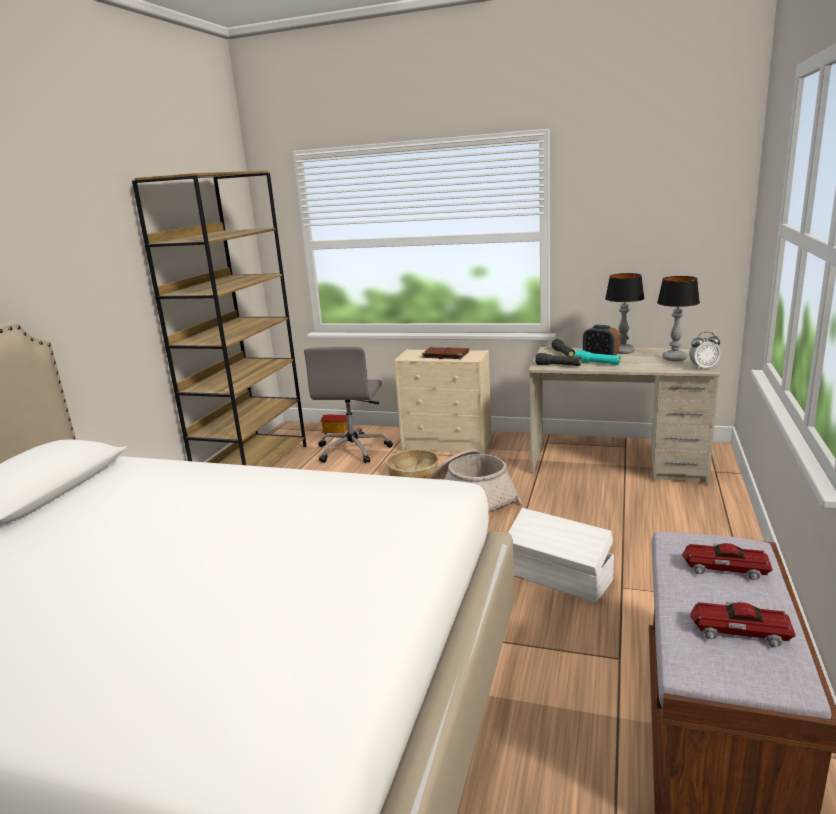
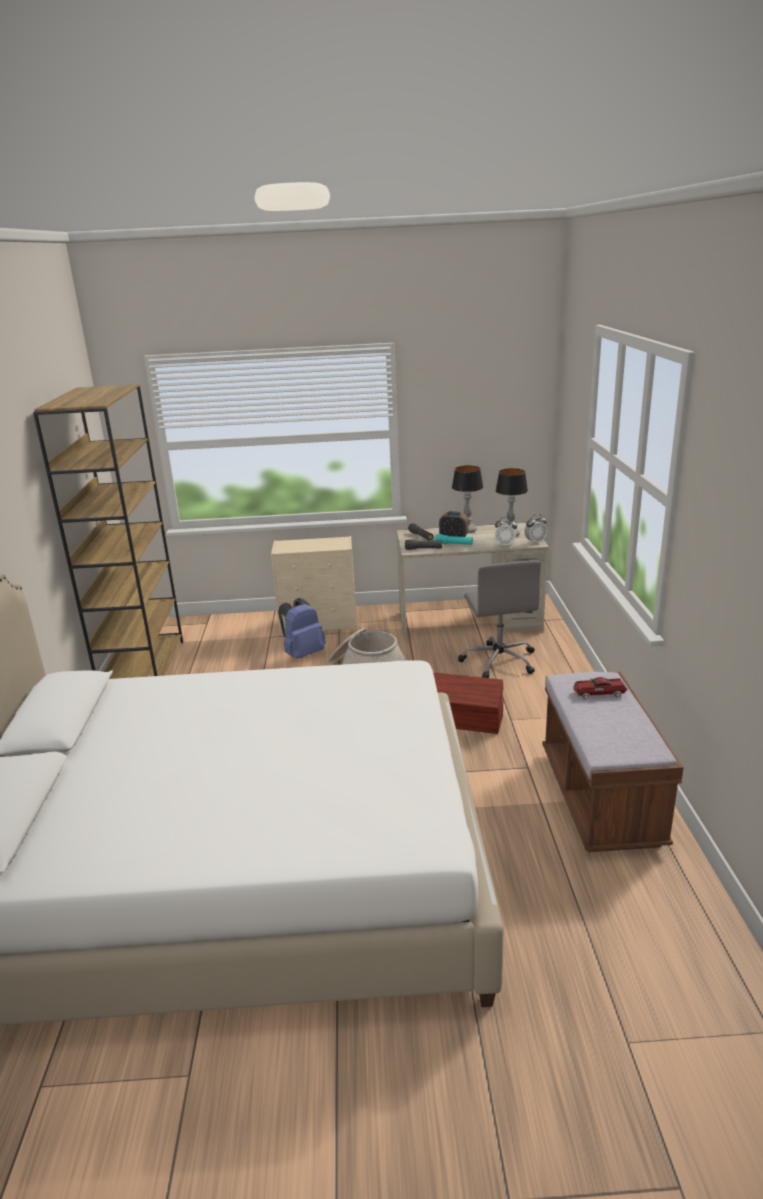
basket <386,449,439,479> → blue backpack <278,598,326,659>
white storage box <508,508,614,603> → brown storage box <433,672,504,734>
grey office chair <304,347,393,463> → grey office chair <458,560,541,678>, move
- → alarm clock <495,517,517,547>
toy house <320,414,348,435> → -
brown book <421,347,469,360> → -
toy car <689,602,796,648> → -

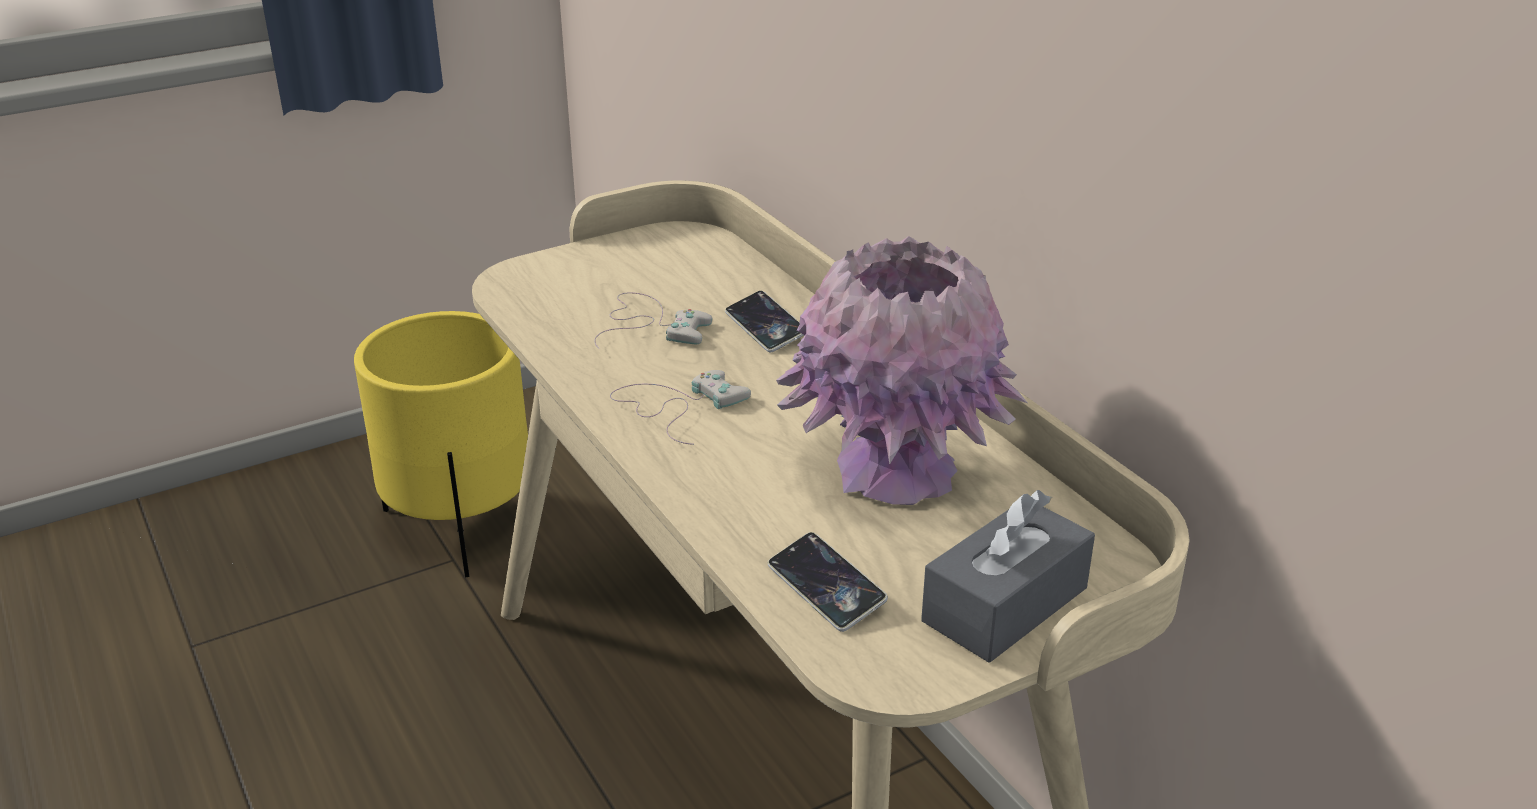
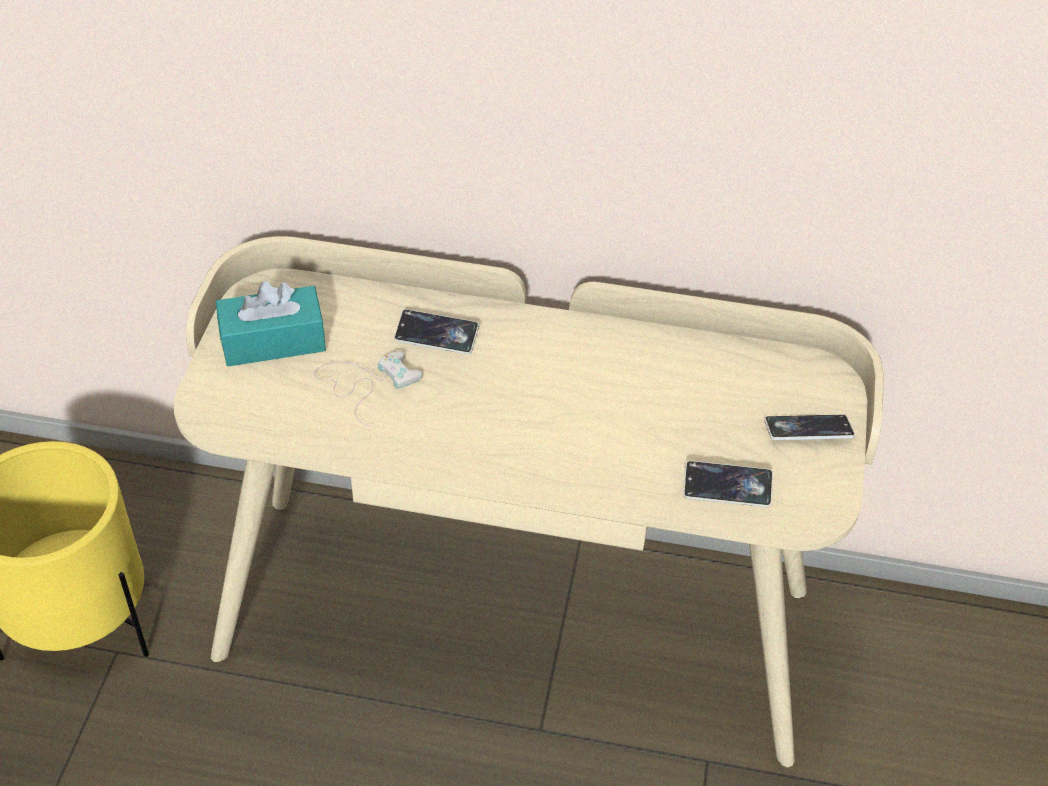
- → turquoise tissue box <216,281,326,367>
grey tissue box <921,490,1095,663> → phone <764,414,855,440>
white game controller <610,370,751,445> → -
pink vase <776,236,1028,505> → -

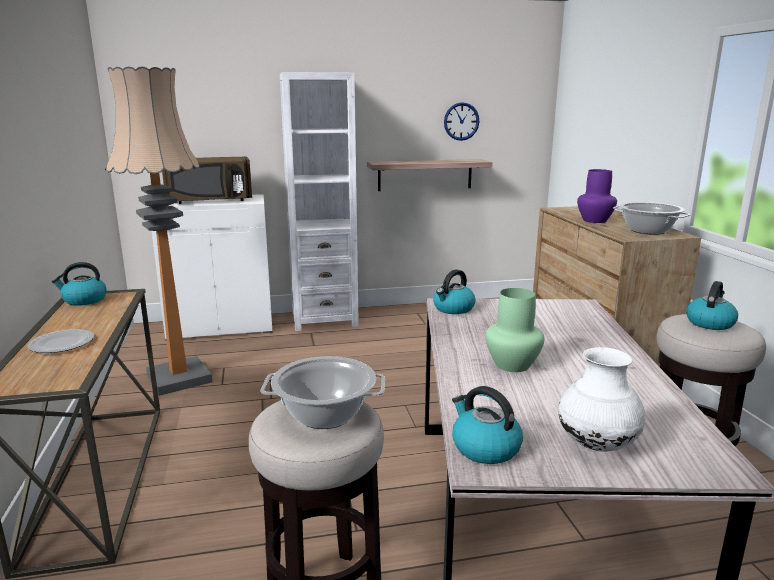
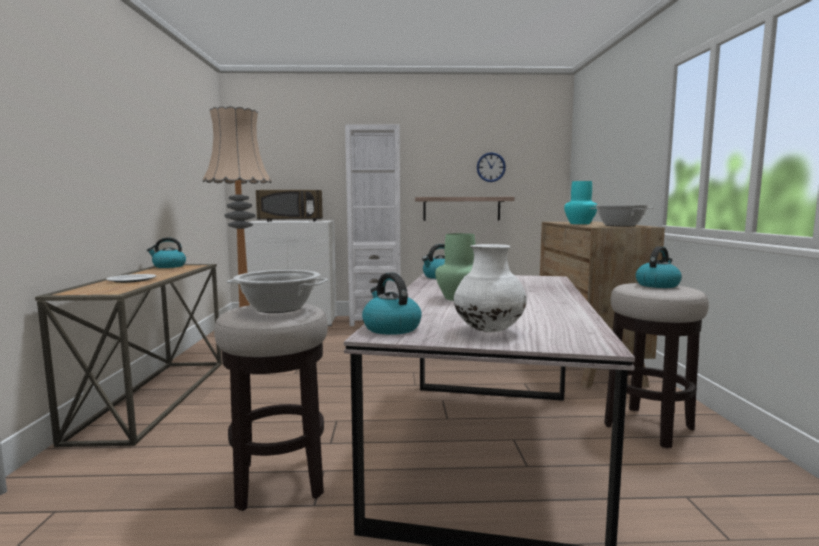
purple vase <577,169,617,223> → turquoise vase <564,181,597,224>

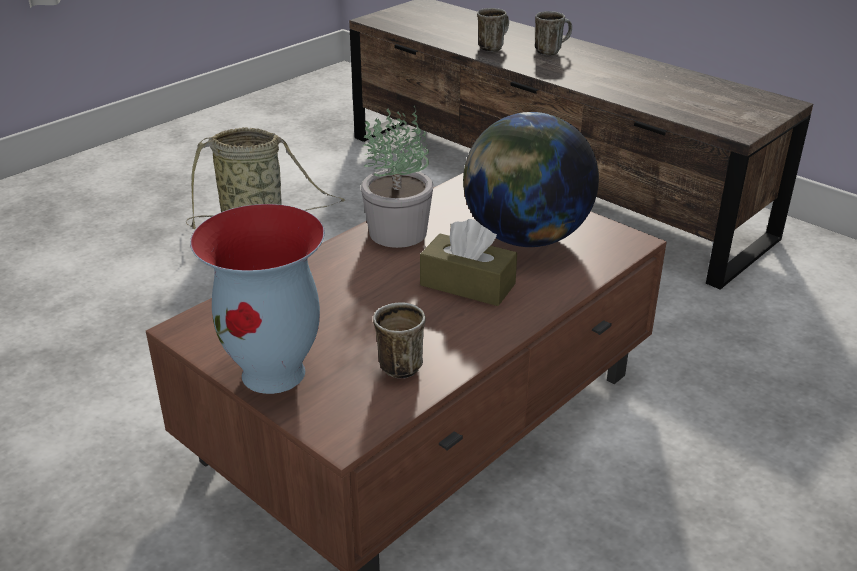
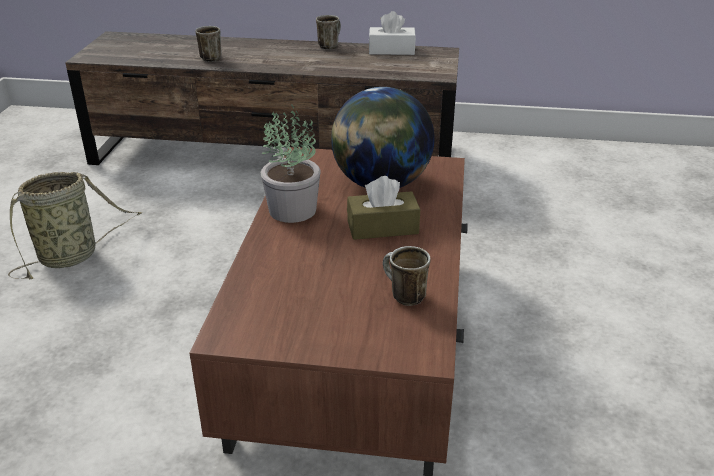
mug <535,11,572,56> → mug <316,15,341,49>, move
- → white tissue box <369,11,416,55>
vase <190,204,325,394> → -

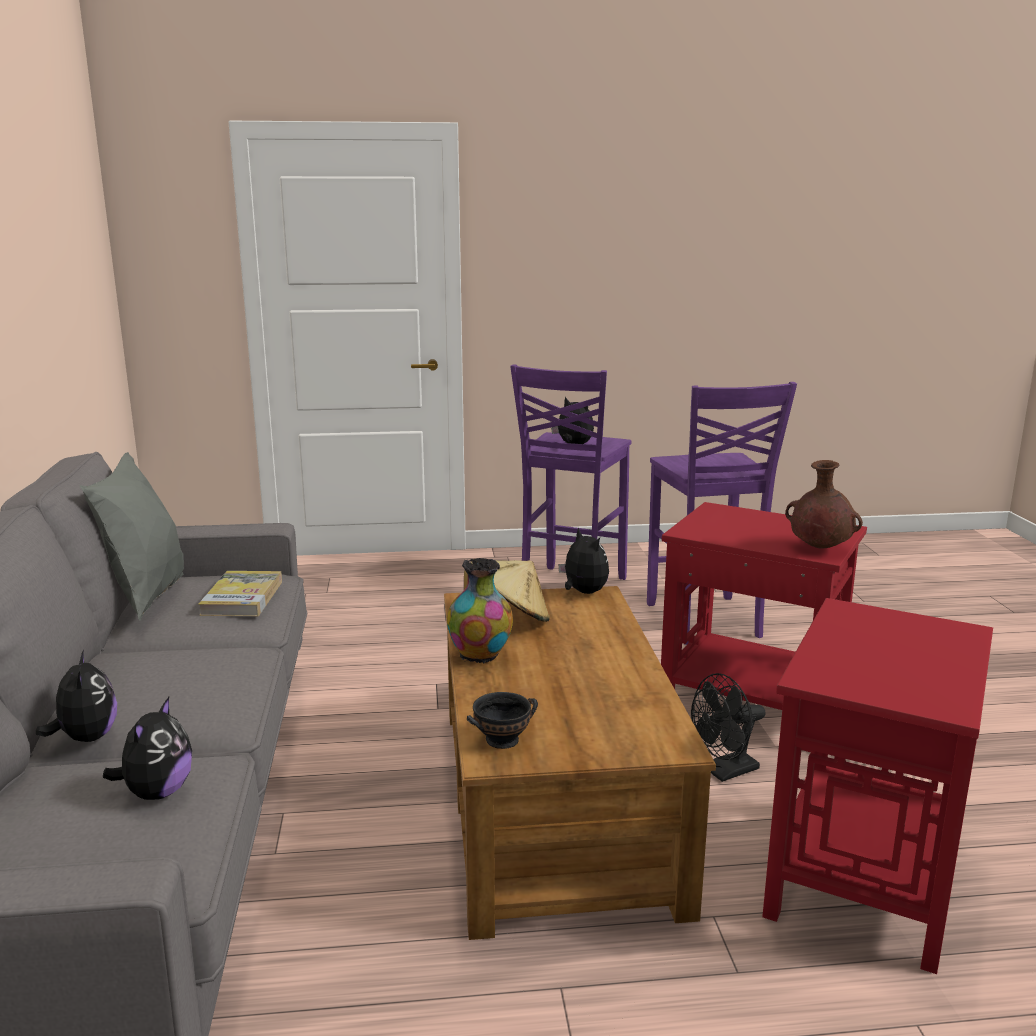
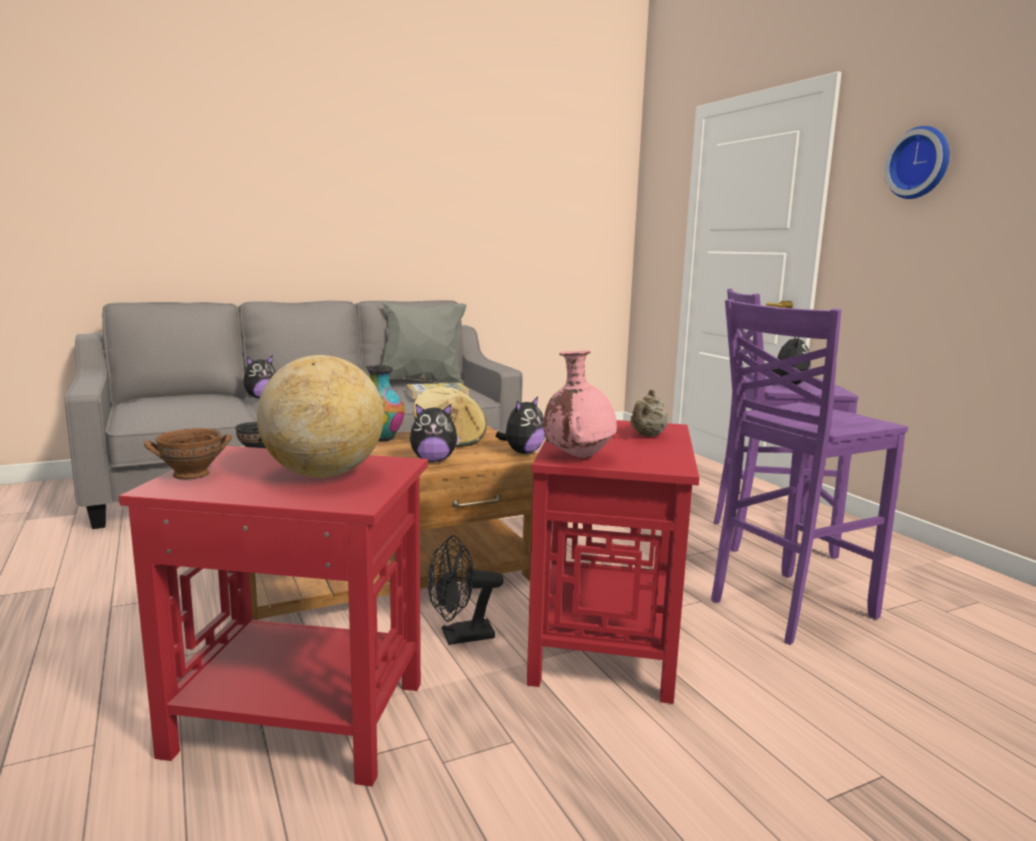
- → brown bowl <144,428,232,479>
- → globe <257,355,384,478>
plush toy <103,697,192,800> → plush toy <410,404,461,462>, move
black fan <691,673,766,782> → black fan <428,535,504,645>, 60 degrees counterclockwise
brown vase <785,460,863,548> → pink vase <544,351,617,458>
- → beige teapot <630,389,668,437>
- → wall clock <884,126,950,199>

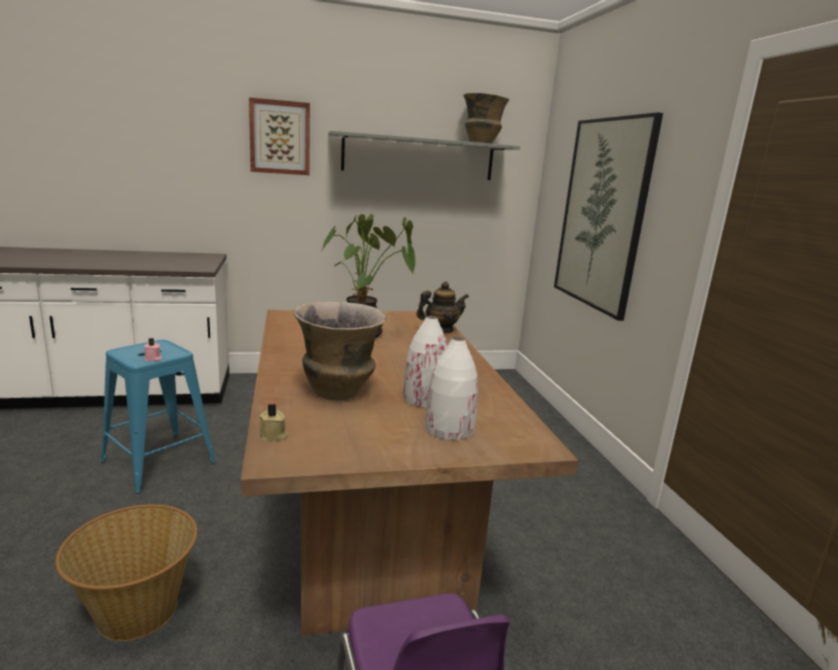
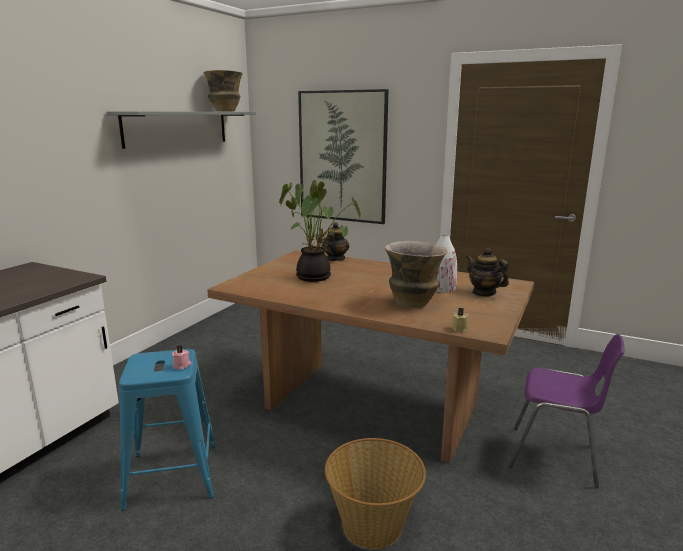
white vase <425,337,478,440> → teapot <466,248,509,296>
picture <249,97,310,175> → -

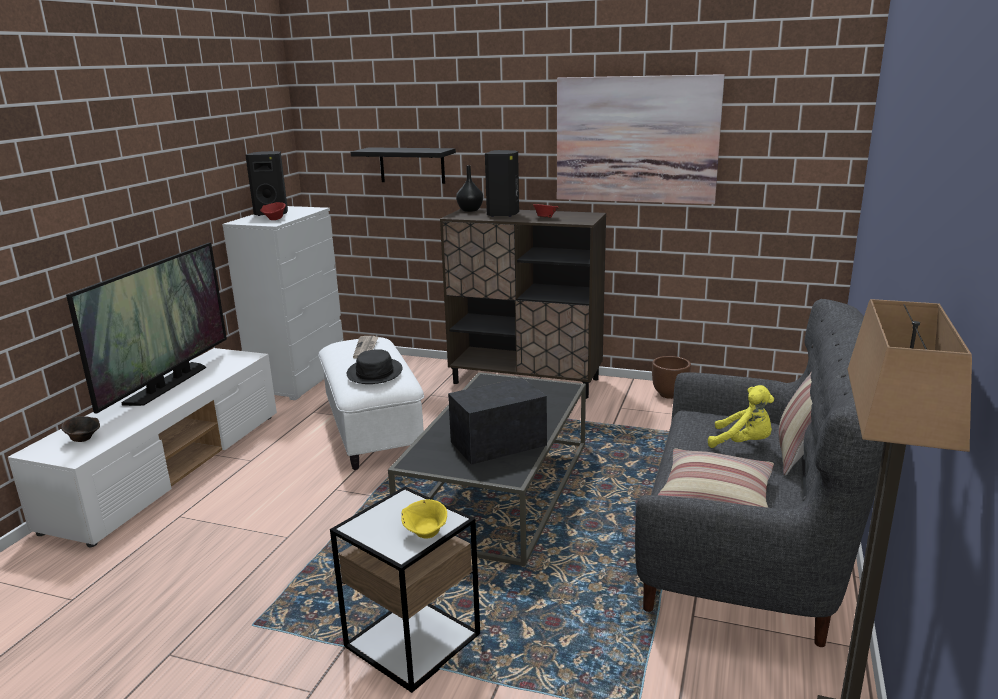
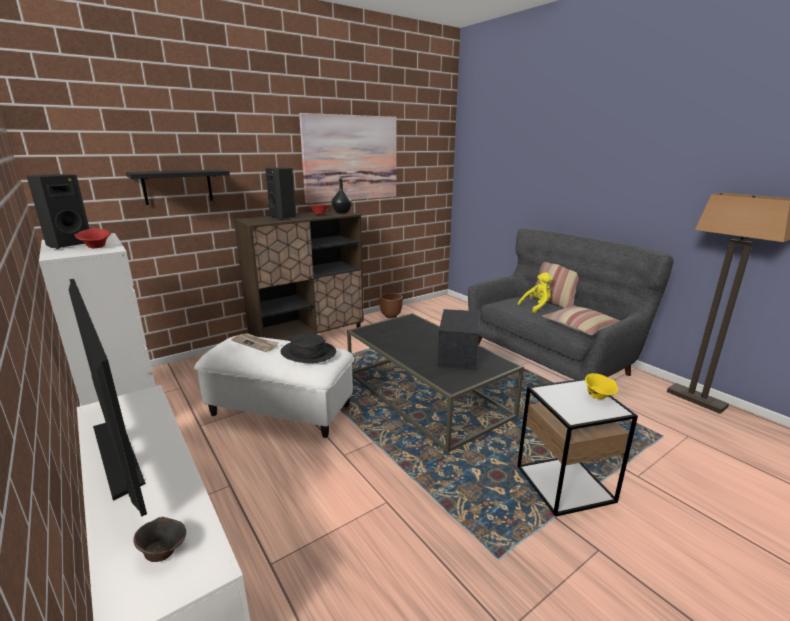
black vase <456,165,483,212> → black vase <332,178,352,213>, move

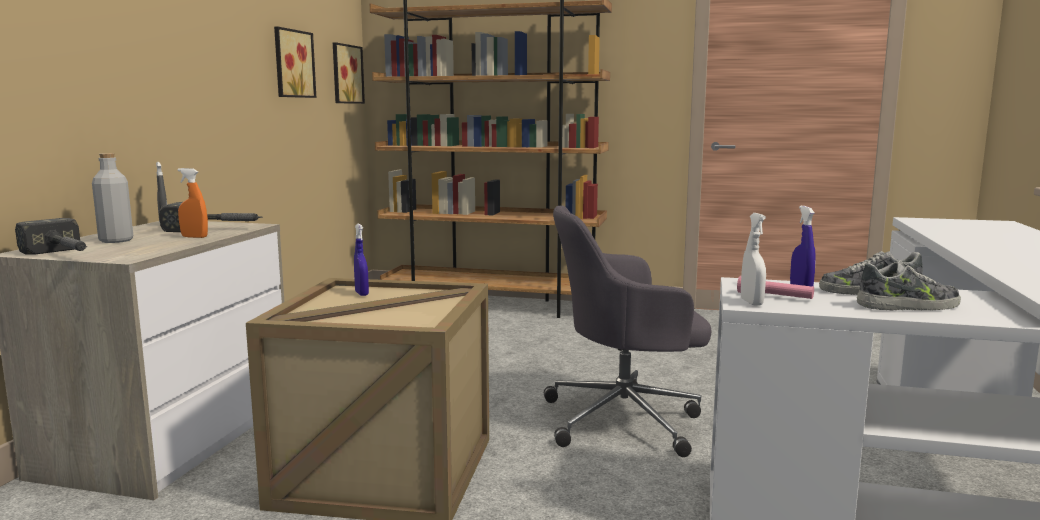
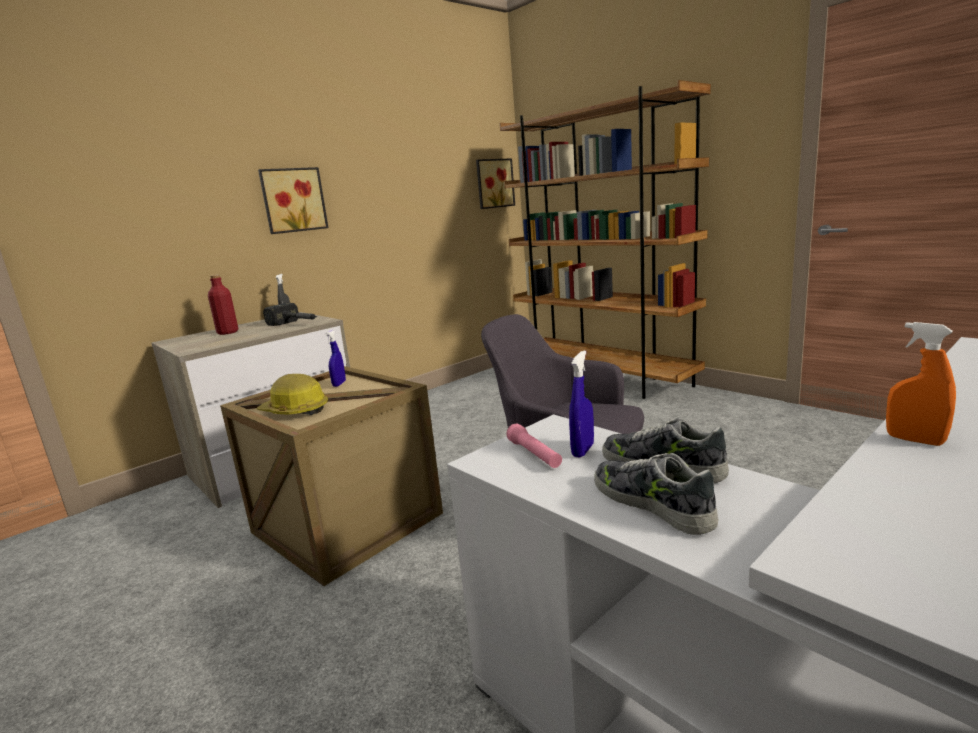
grey bottle <92,153,133,243> → red bottle <208,275,238,335>
- → hard hat <257,374,328,415>
picture <274,27,316,98> → picture <258,167,329,234>, move
shoe <857,262,961,311> → shoe <594,453,718,535>, 150 degrees counterclockwise
orange spray bottle <178,168,208,238> → orange spray bottle <886,322,956,446>, move
hammer <15,218,87,255> → -
white spray bottle <741,213,766,306> → -

